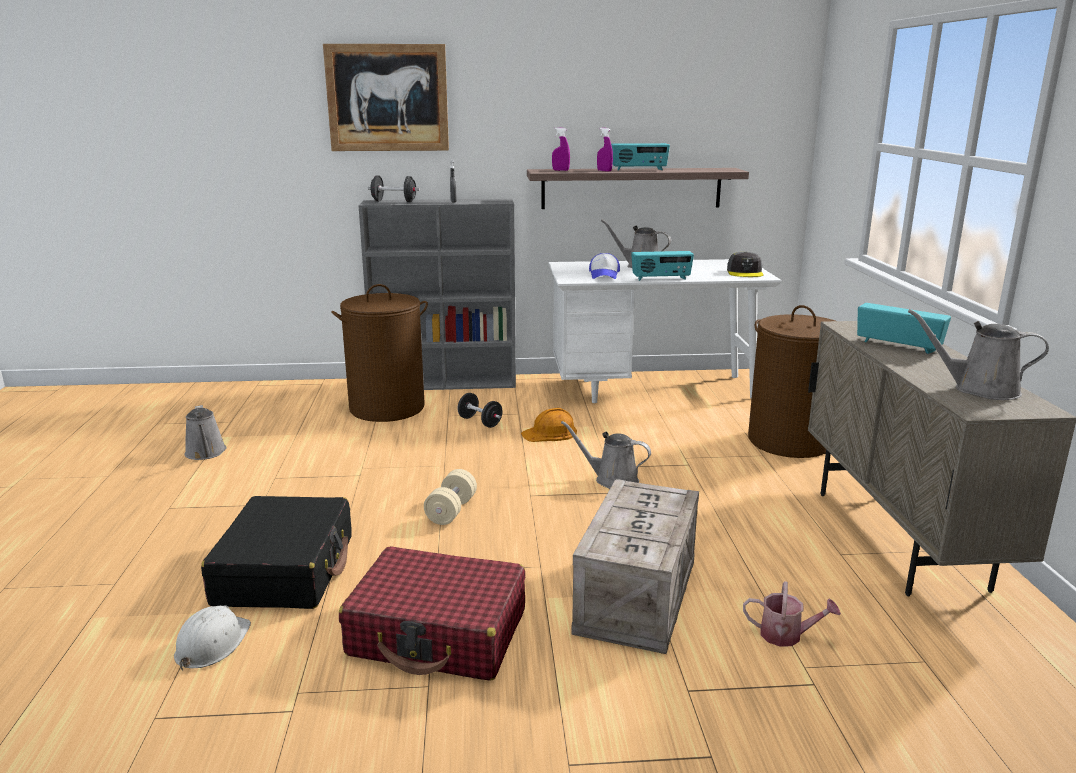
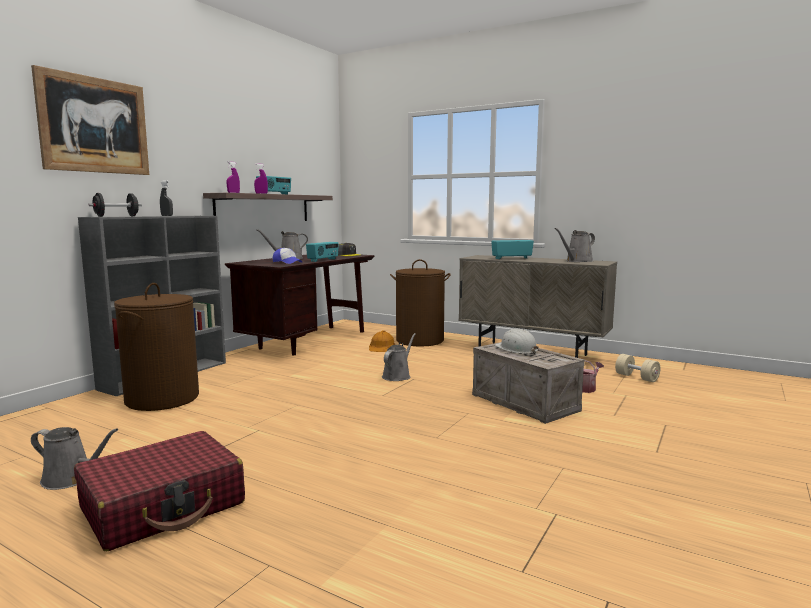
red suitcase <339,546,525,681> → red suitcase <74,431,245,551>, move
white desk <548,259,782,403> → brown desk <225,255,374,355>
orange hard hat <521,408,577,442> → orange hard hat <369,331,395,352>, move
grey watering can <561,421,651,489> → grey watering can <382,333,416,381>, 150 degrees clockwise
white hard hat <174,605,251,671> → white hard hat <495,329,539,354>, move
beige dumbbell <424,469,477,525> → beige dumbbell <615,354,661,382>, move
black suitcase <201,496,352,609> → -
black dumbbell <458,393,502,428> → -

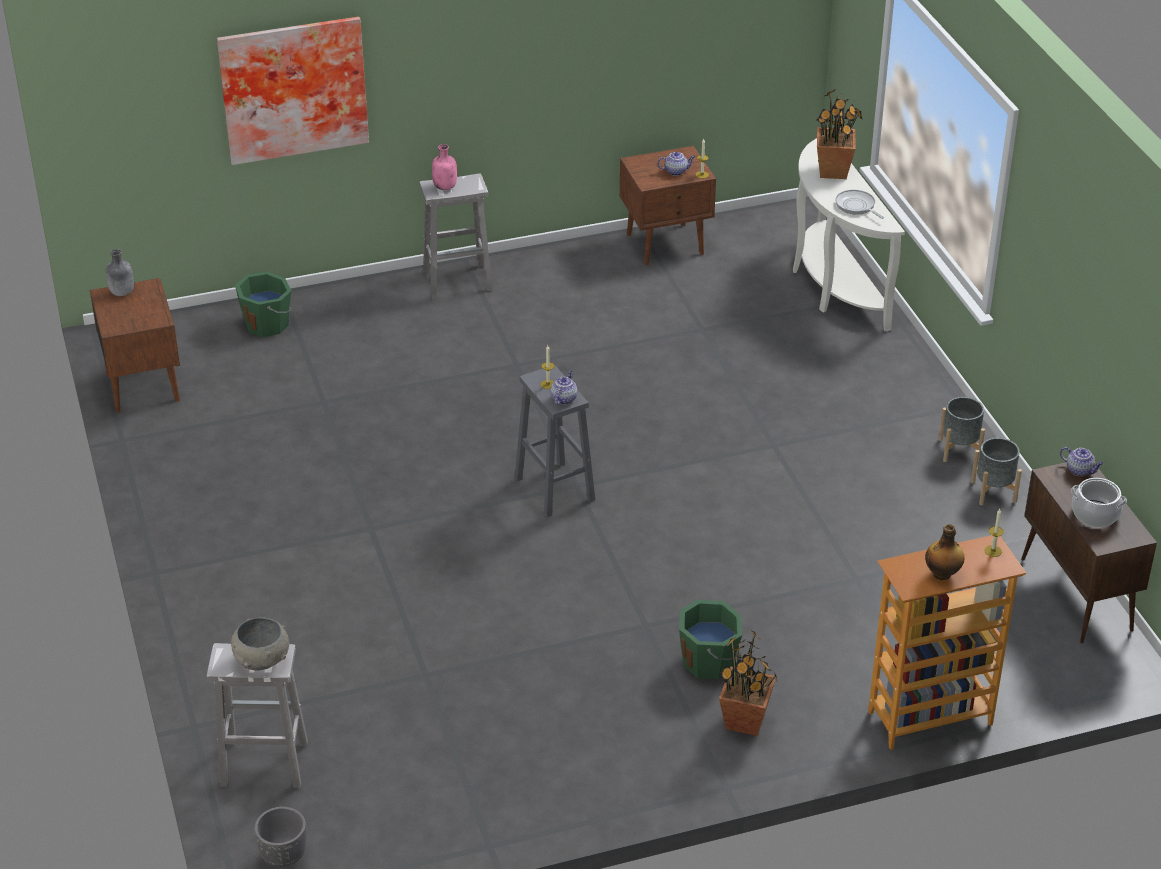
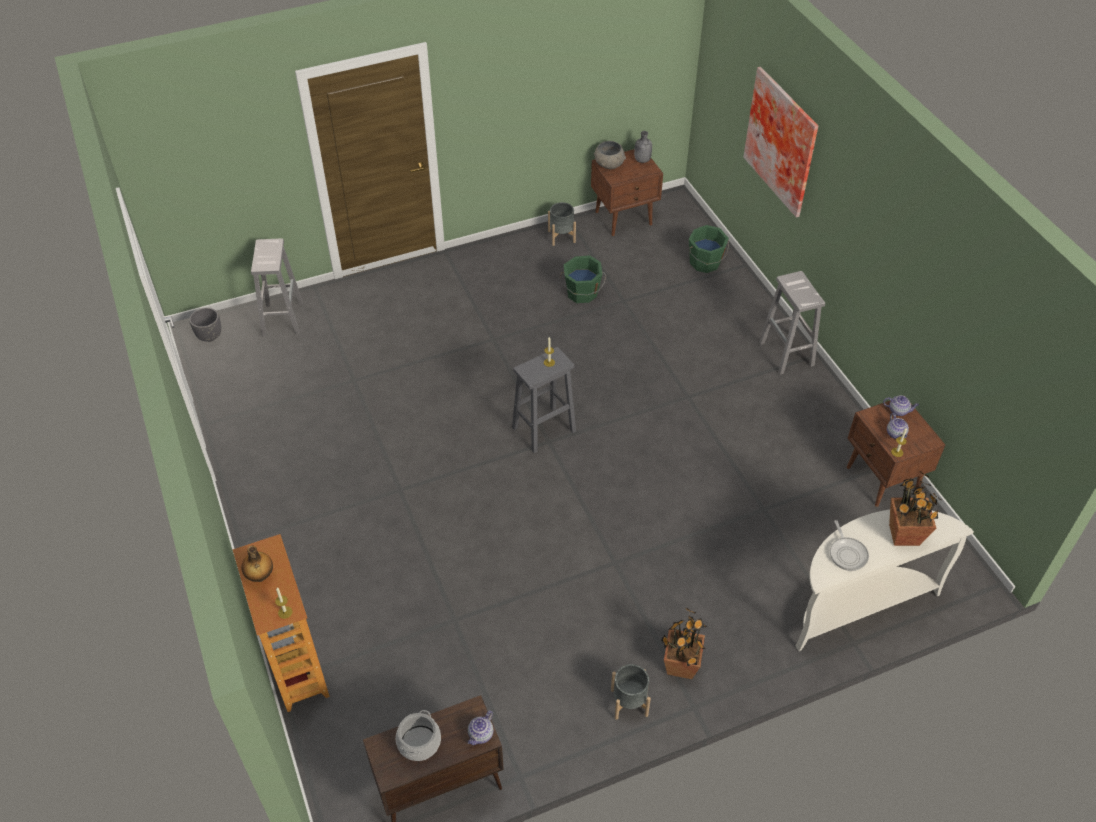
grey planter <971,437,1022,505> → grey planter <548,202,576,246>, move
green bucket <679,600,742,679> → green bucket <560,255,606,303>, move
grey bowl <231,617,289,671> → grey bowl <594,141,626,169>, move
potted plant <719,629,778,736> → potted plant <661,608,707,679>, move
frying pan <835,190,884,219> → frying pan <830,520,869,571>, 120 degrees clockwise
teapot <550,371,577,405> → teapot <883,395,919,416>, move
pink bottle <432,144,457,190> → -

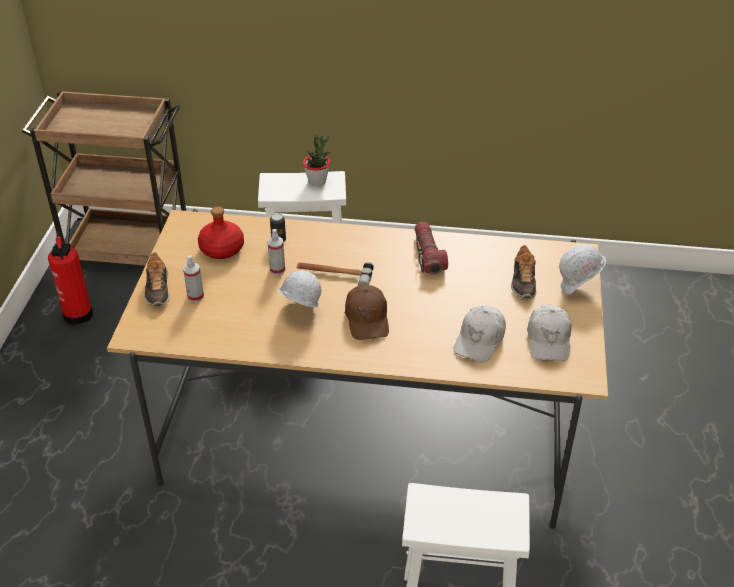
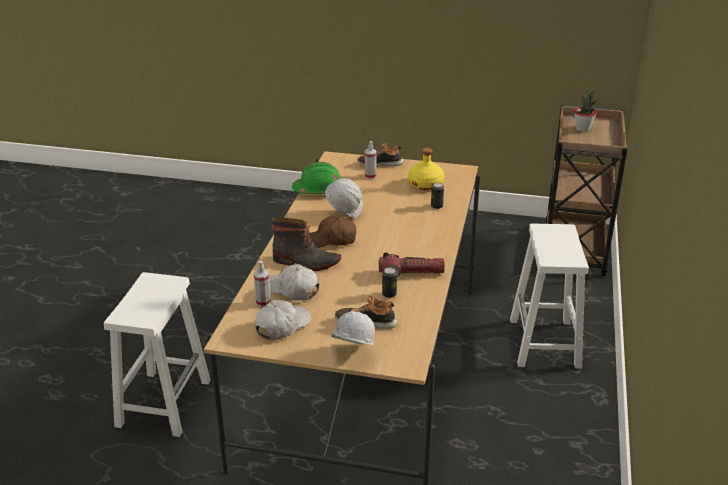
spray bottle <267,229,285,275> → spray bottle <254,261,271,307>, move
white cap <527,304,572,361> → white cap <255,300,312,340>, 120 degrees clockwise
- → boot <272,218,341,271>
- → green hard hat <292,162,341,194>
- → can <382,267,397,298>
red bottle <198,207,244,259> → yellow bottle <408,148,444,190>
potted plant <303,135,330,186> → potted plant <574,89,598,132>, move
fire extinguisher <48,232,93,325> → -
hammer <297,262,374,286> → -

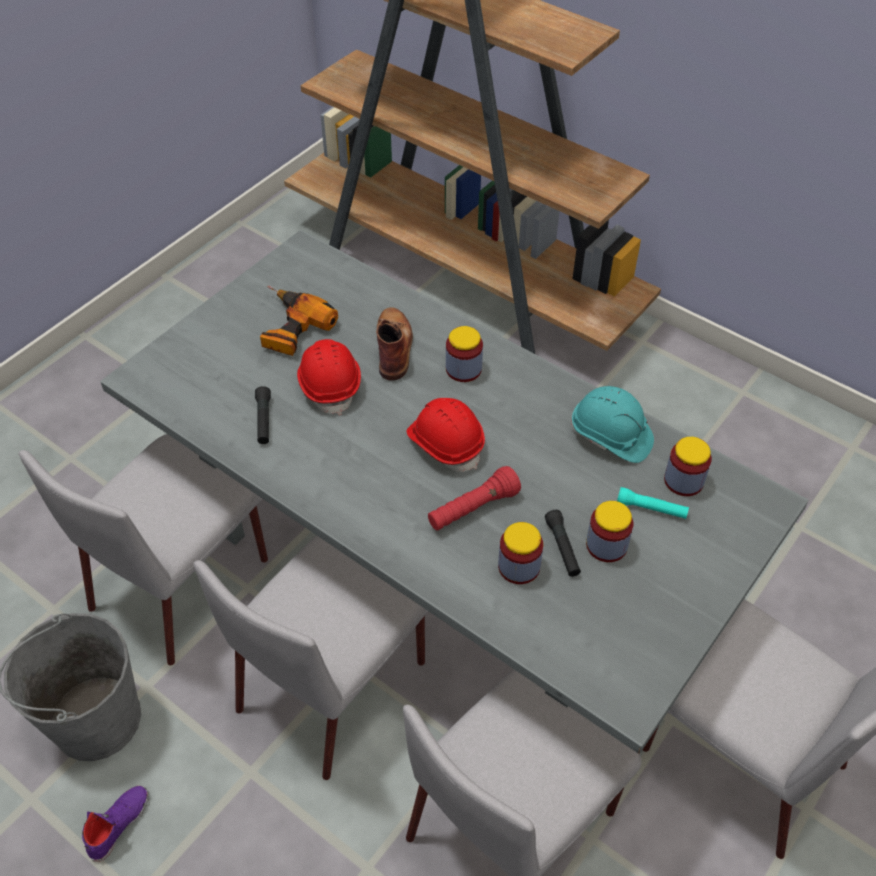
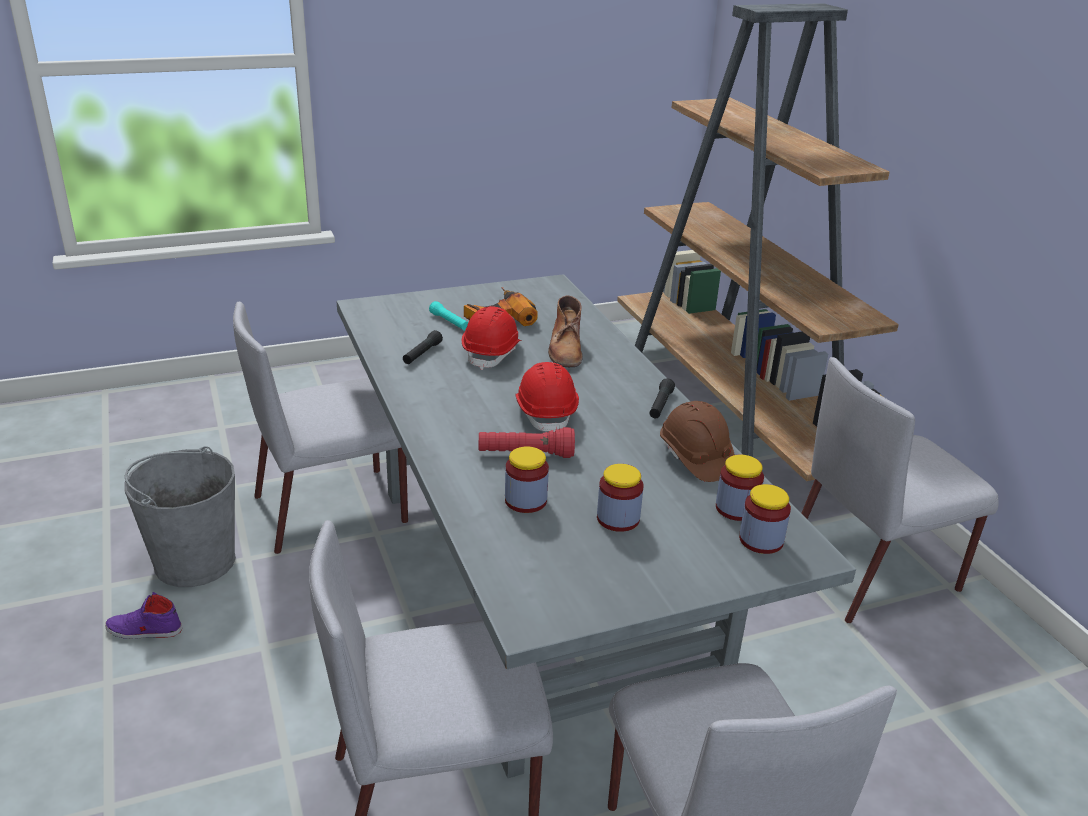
purple shoe <82,785,149,862> → purple shoe <105,592,182,639>, 150 degrees counterclockwise
turquoise flashlight <617,487,689,519> → turquoise flashlight <429,301,468,331>, move
brown boot <376,307,413,381> → brown boot <548,295,583,367>, 150 degrees clockwise
black flashlight <545,510,581,577> → black flashlight <649,378,675,418>, move
turquoise hard hat <571,386,654,463> → brown hard hat <660,401,735,482>
jar <446,326,483,382> → jar <739,484,791,554>, move
grey chair <193,535,428,780> → grey chair <801,357,999,623>, move

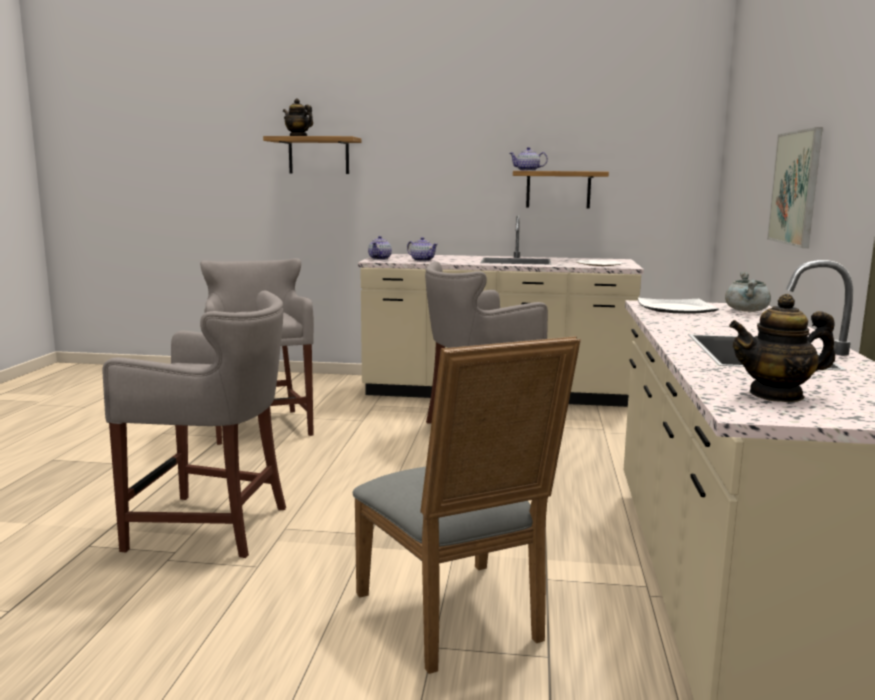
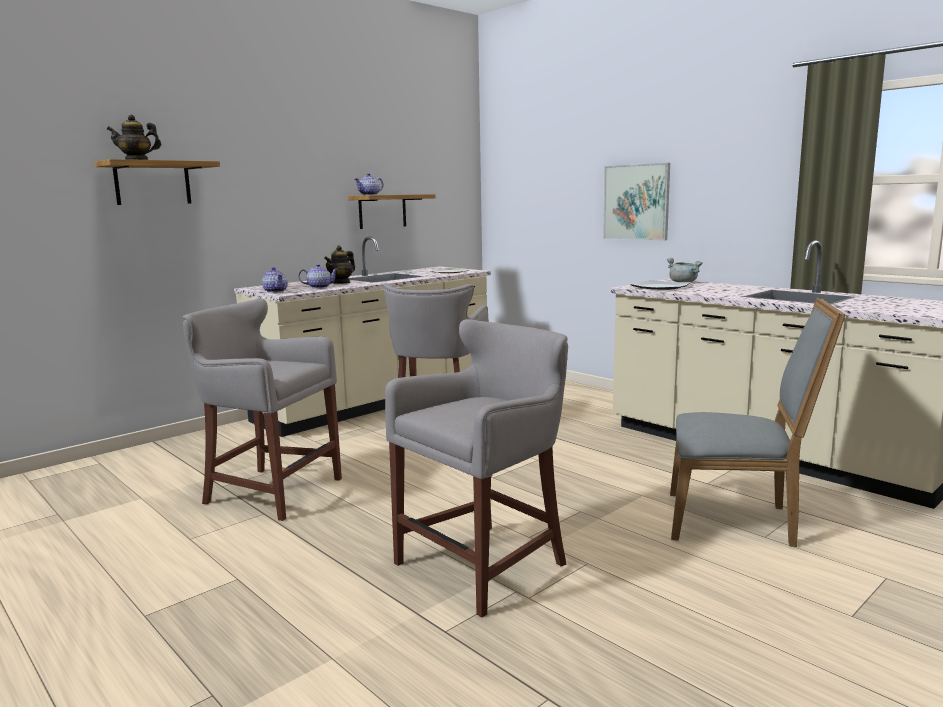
teapot <729,294,835,402> → teapot <324,245,355,284>, move

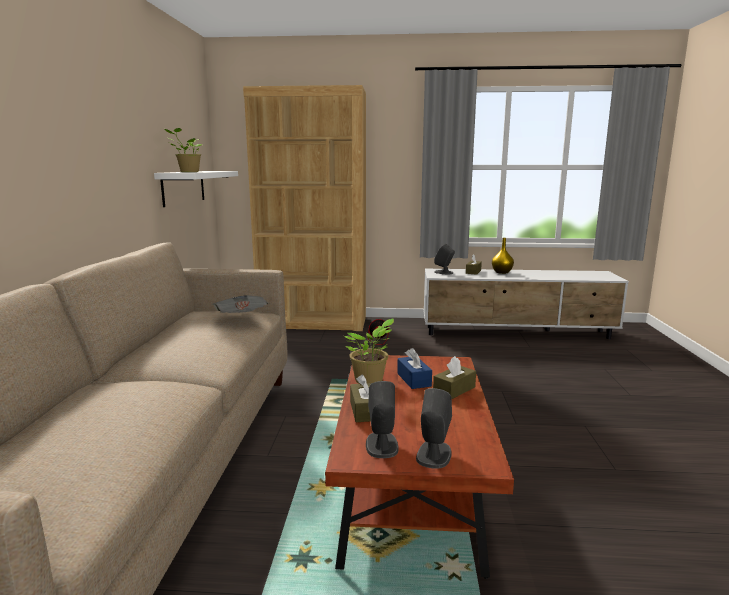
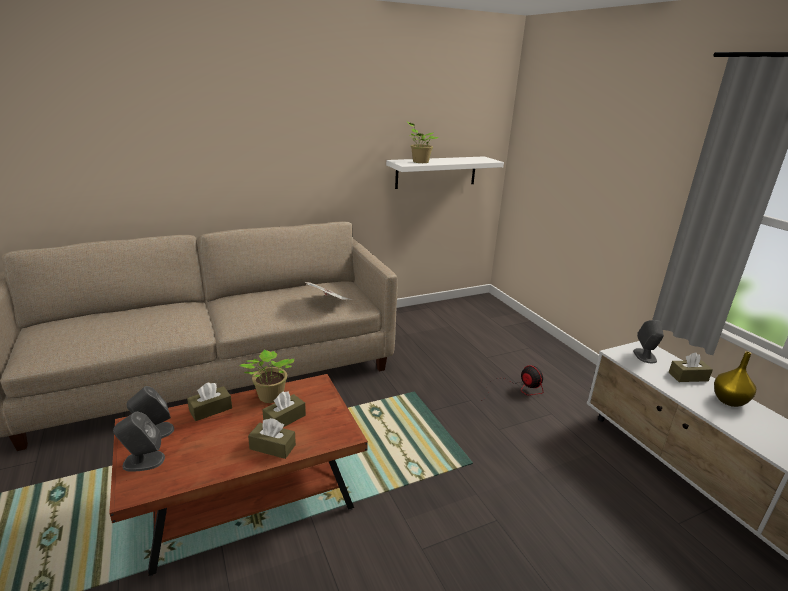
blue tissue box <397,348,432,389> → brown tissue box <262,391,306,427>
brown bookcase <243,85,366,331> → -

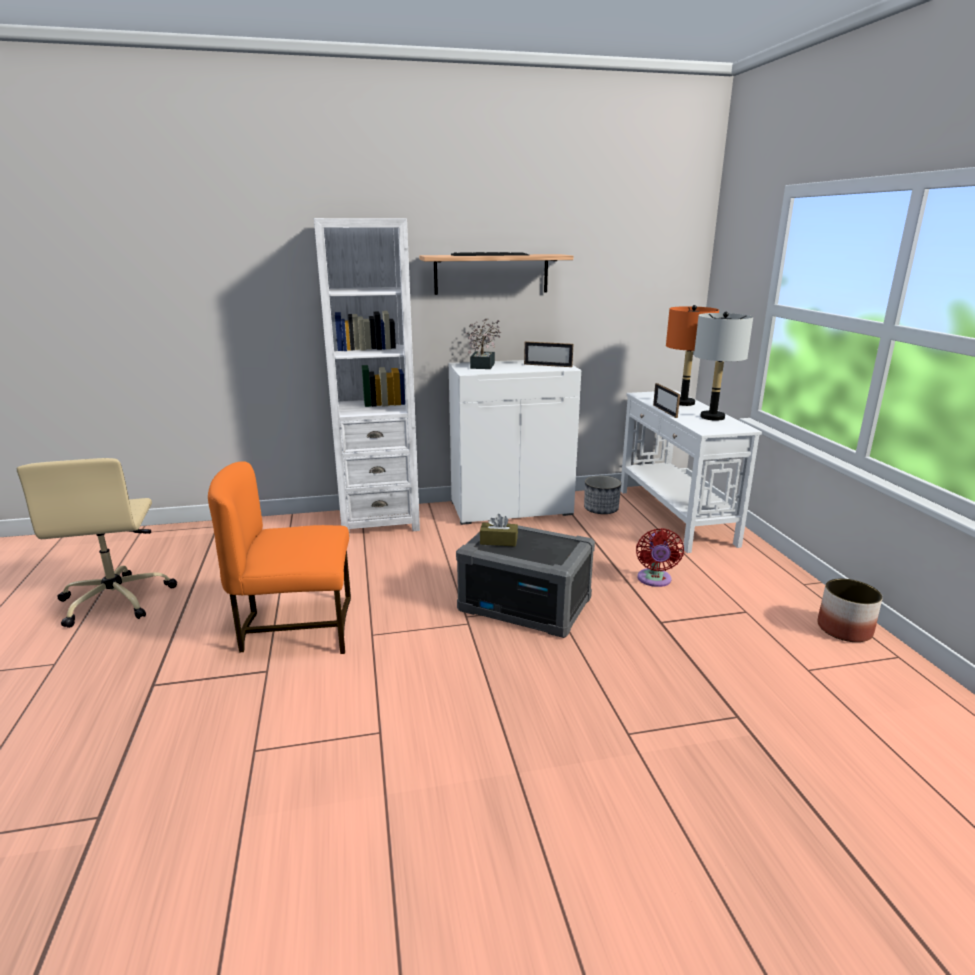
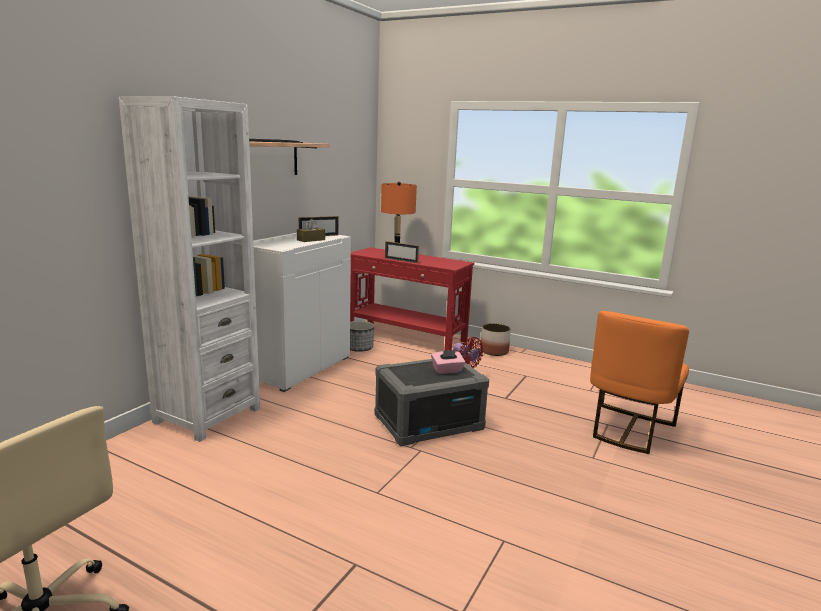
brown tissue box <480,514,518,546> → brown tissue box <297,219,325,242>, move
white console table <621,390,762,553> → red console table <350,247,474,351>
- → pink tissue box <431,350,465,374>
planter <817,578,883,642> → planter <480,323,511,356>, move
orange chair <208,461,351,654> → orange chair <590,311,689,454>, move
potted plant <465,318,501,369> → -
grey table lamp <694,312,753,421> → -

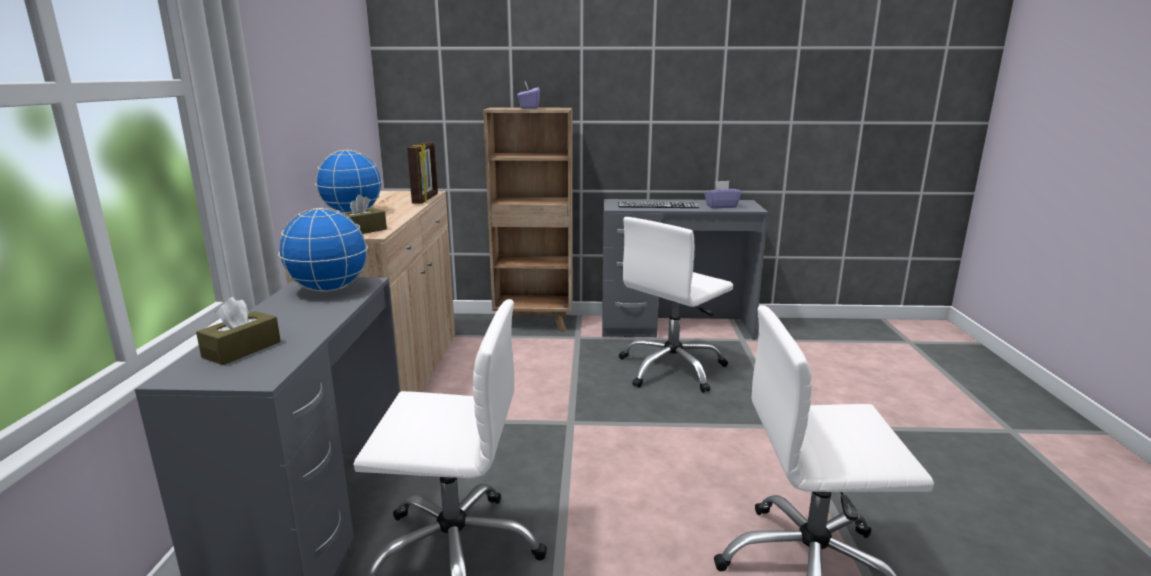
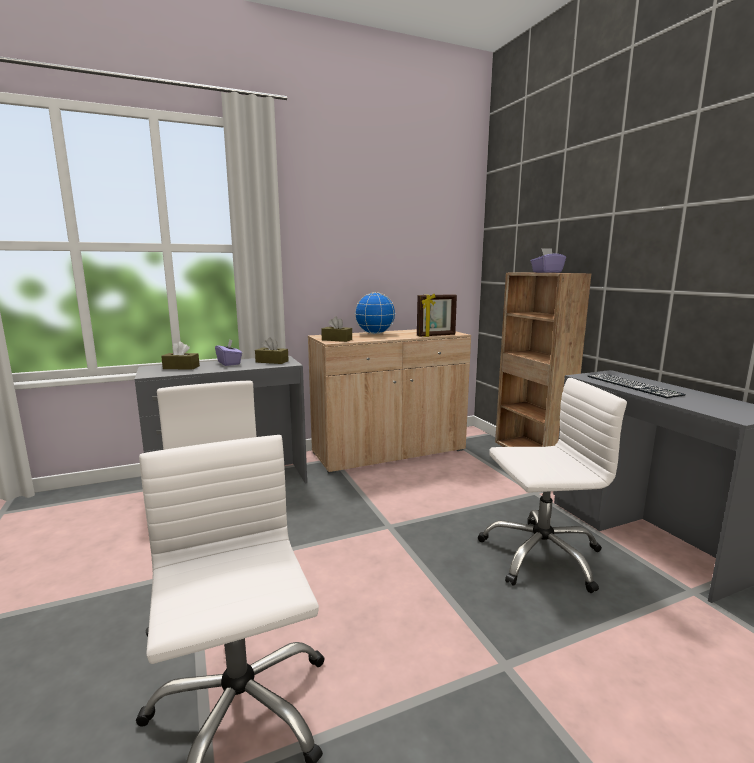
purple tissue box <704,181,742,208> → purple tissue box <215,339,242,366>, move
globe <278,208,368,292> → brown tissue box <255,337,289,364>
white office chair <619,217,733,393> → white office chair <478,378,627,593>, 150 degrees clockwise

